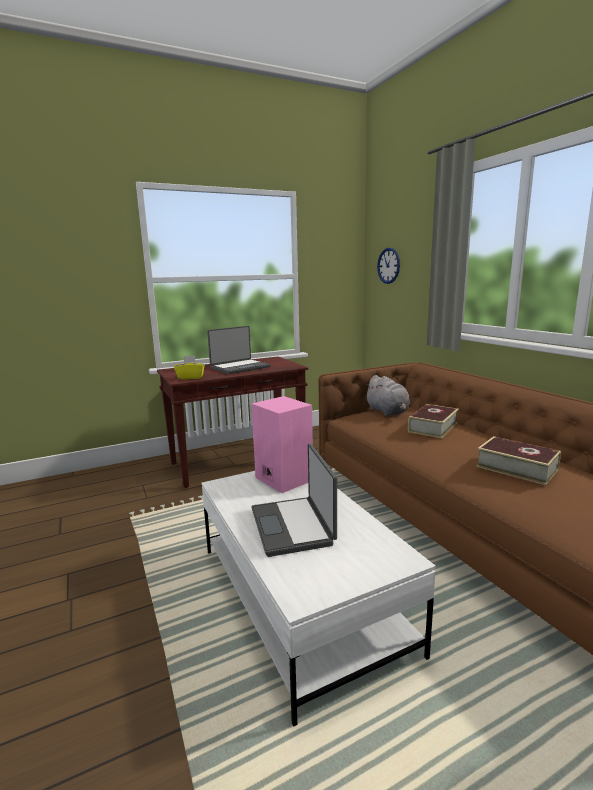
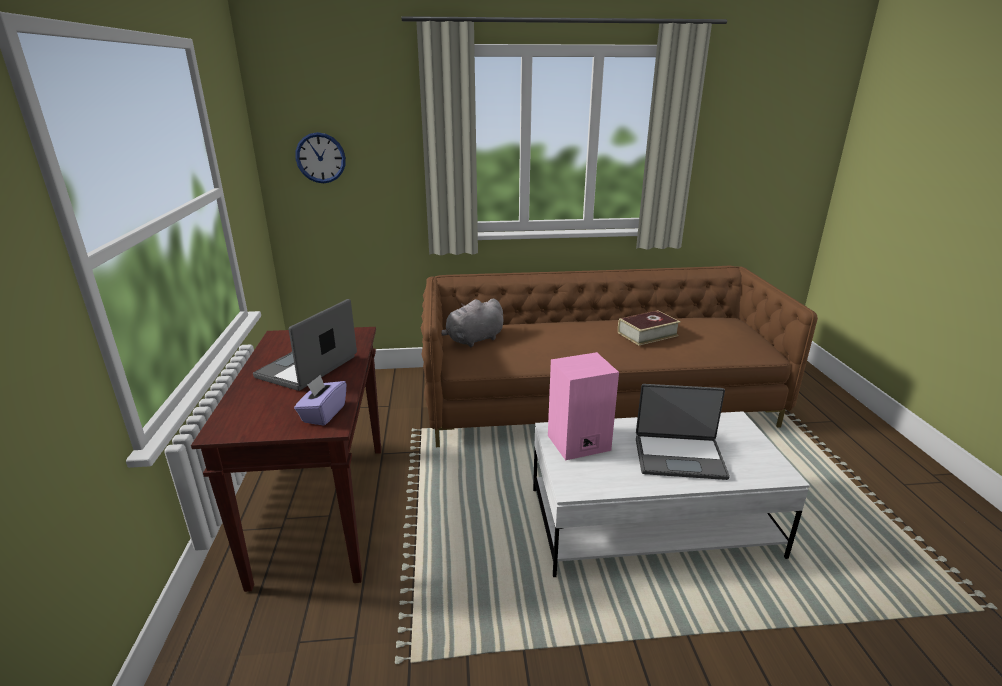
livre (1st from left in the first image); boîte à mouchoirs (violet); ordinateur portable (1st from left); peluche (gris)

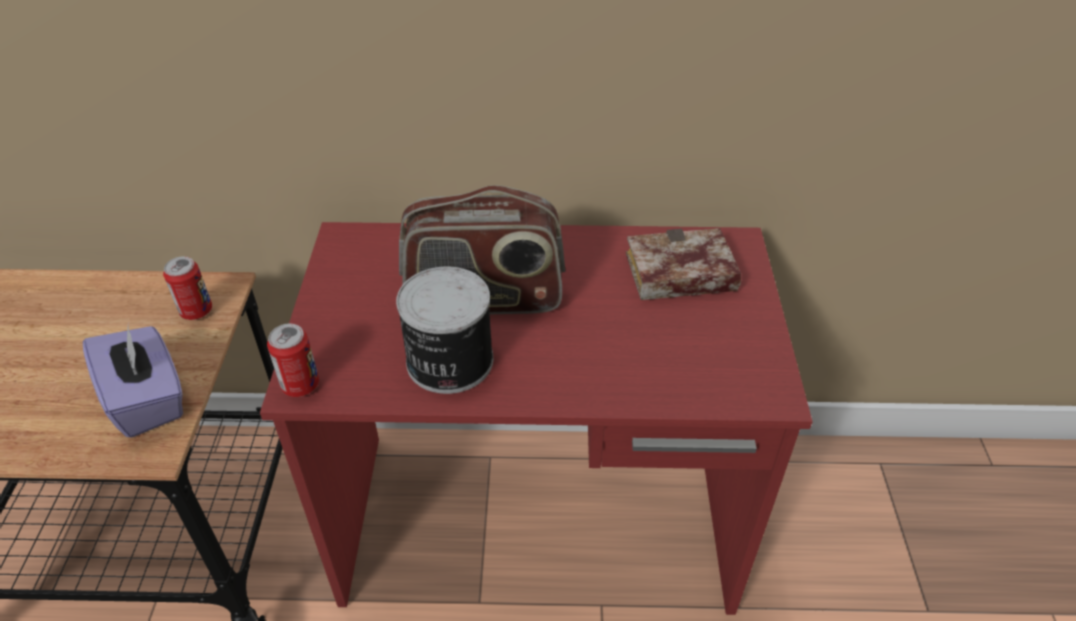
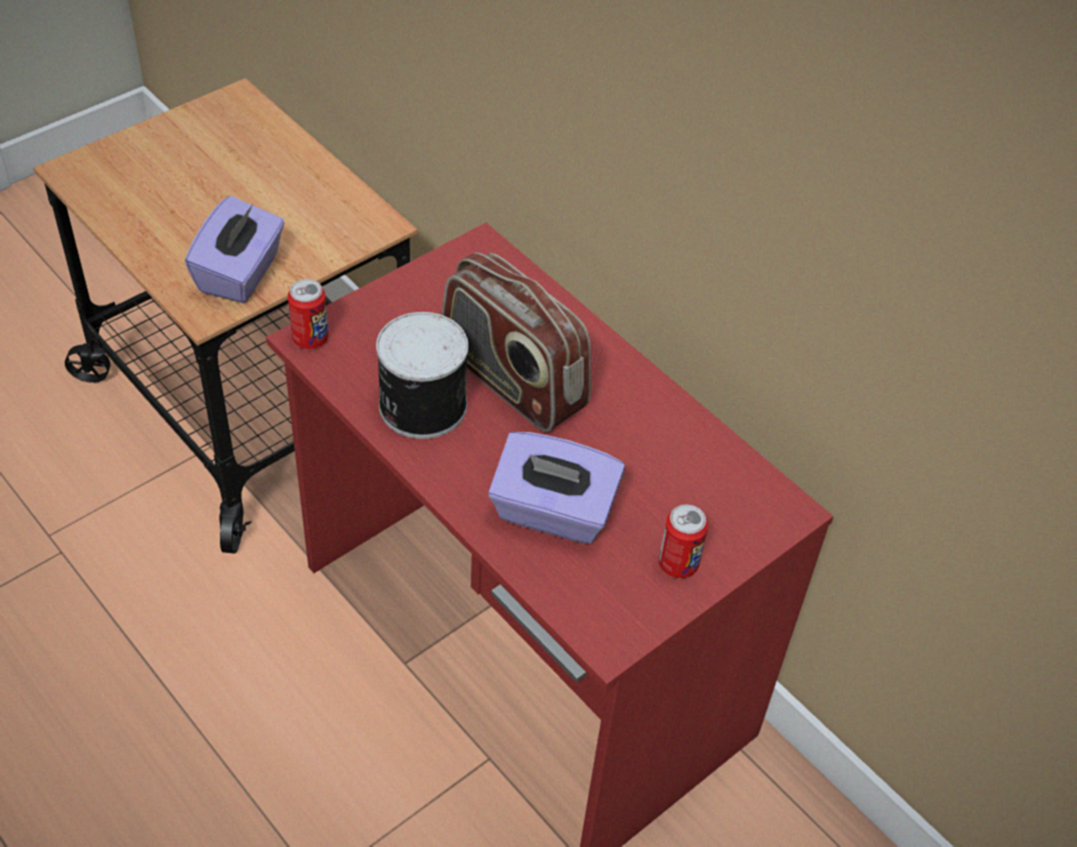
livre; boîte à mouchoirs (violet) (2nd from left); boîte métallique (3rd from left)

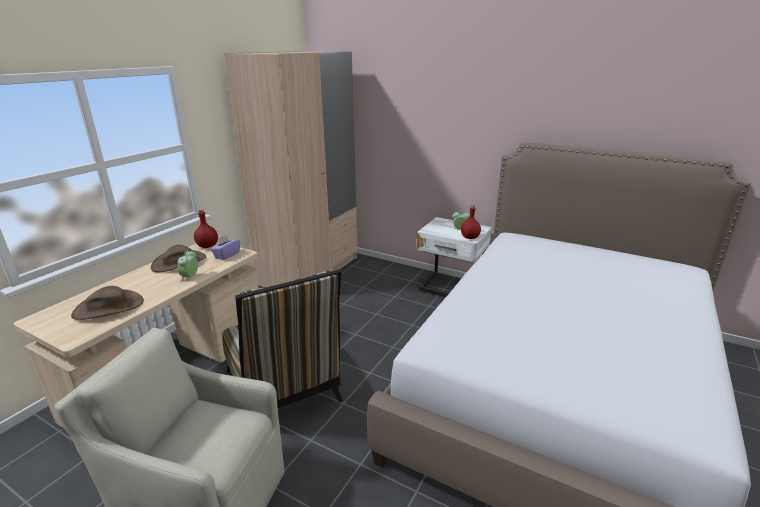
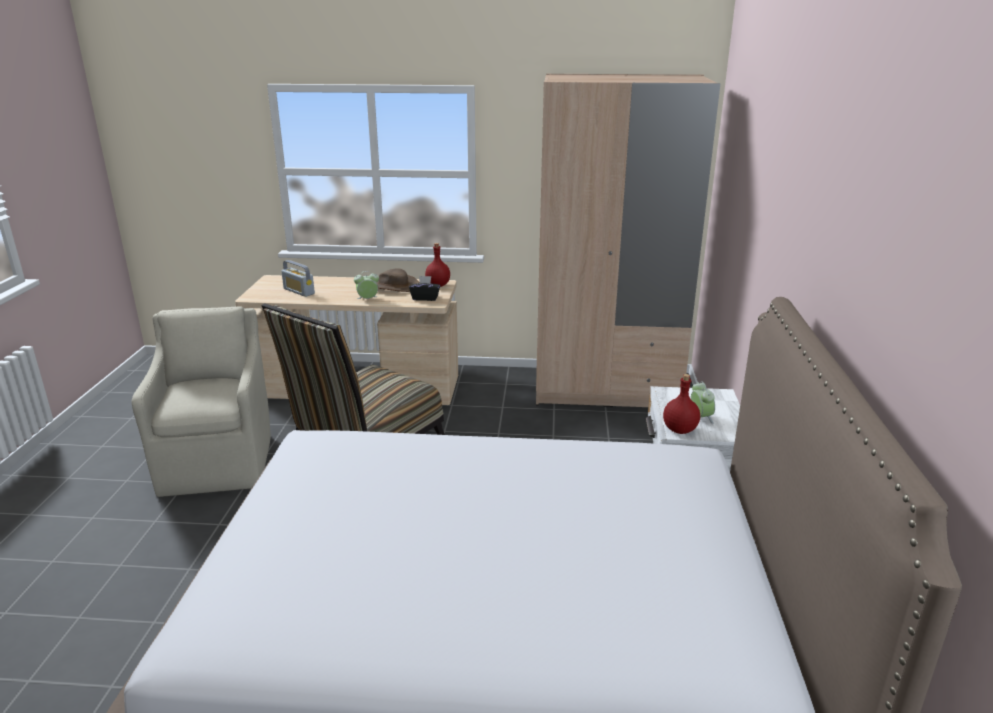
radio; boîte à mouchoirs (noir)

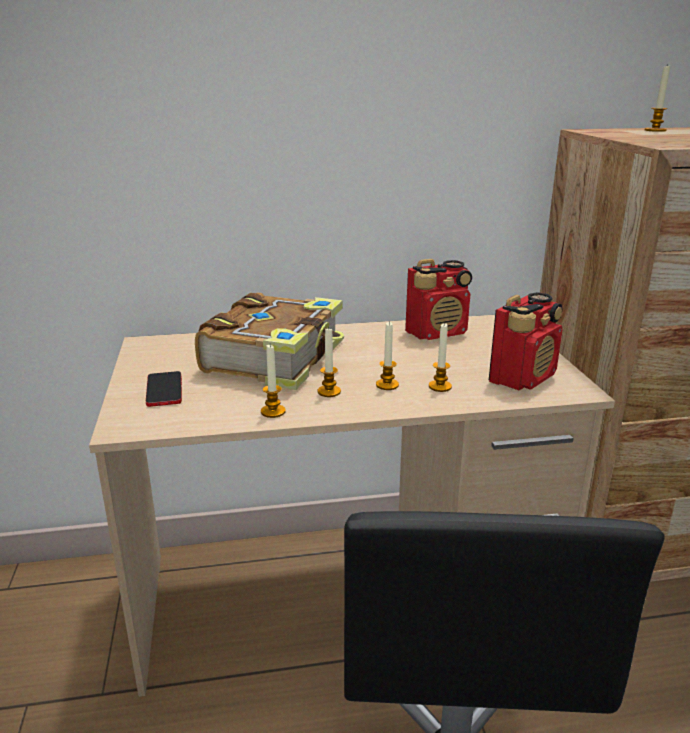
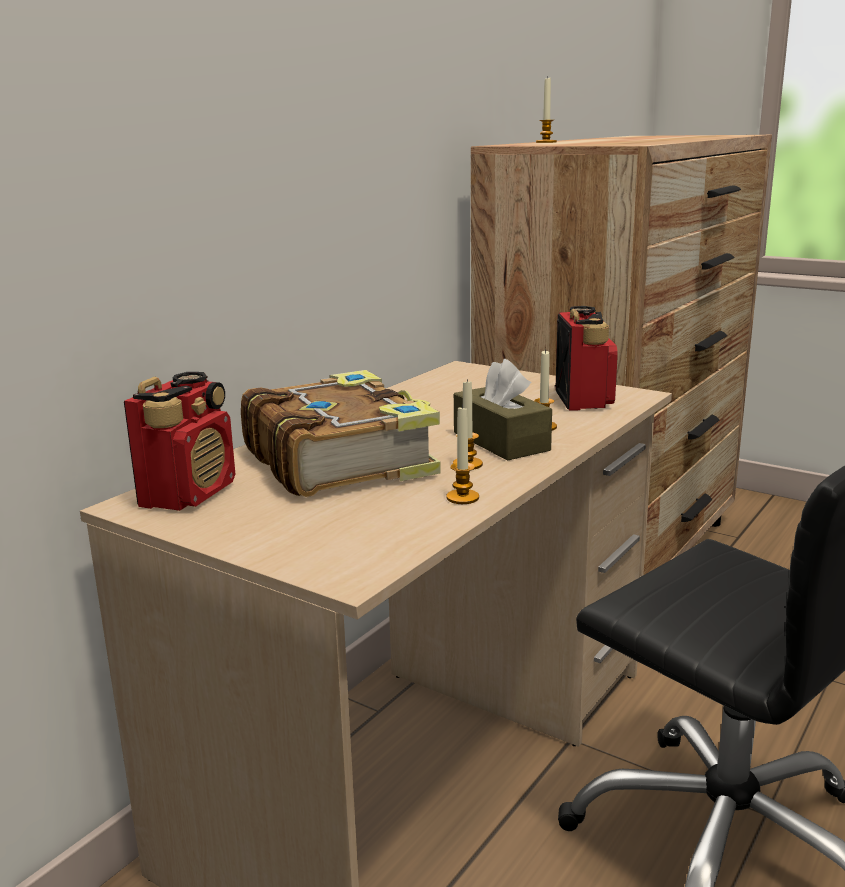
téléphone; radio (1st from left); boîte à mouchoirs (marron)

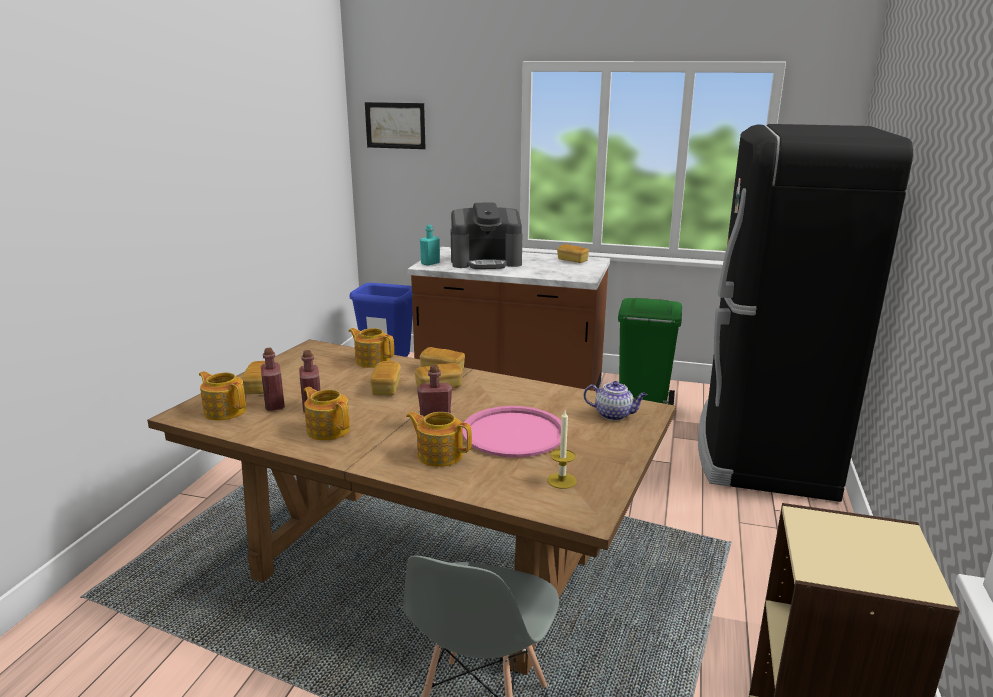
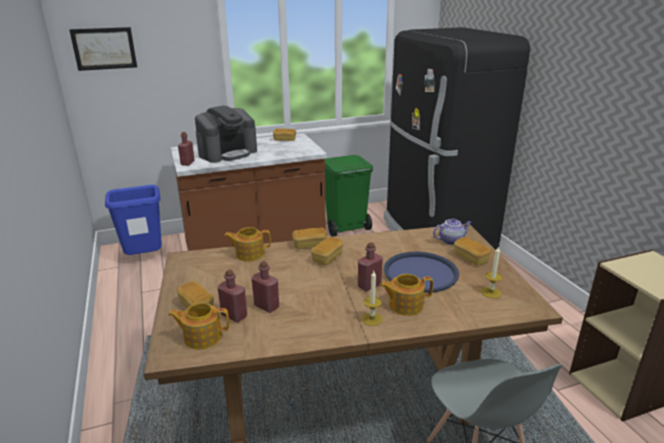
théière (2nd from left in the first image); bougie (1st from left); pain (5th from left); bouteille (rouge) (1st from left); plateau (bleu)

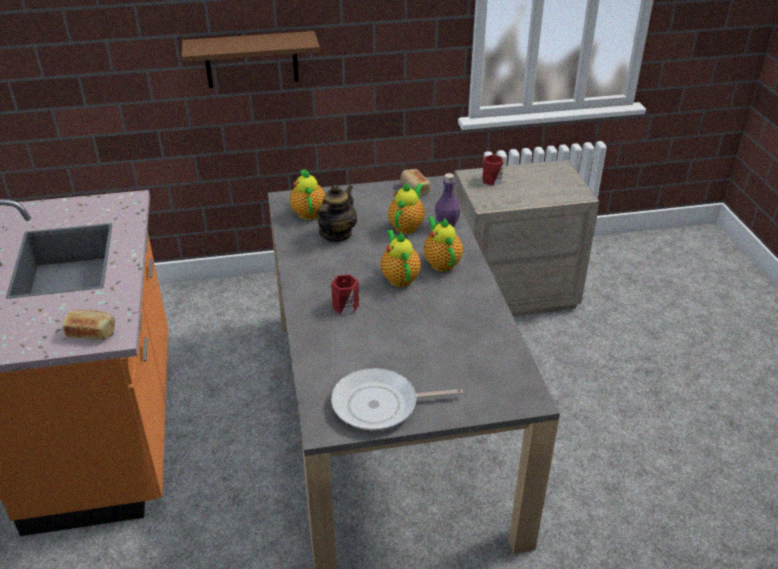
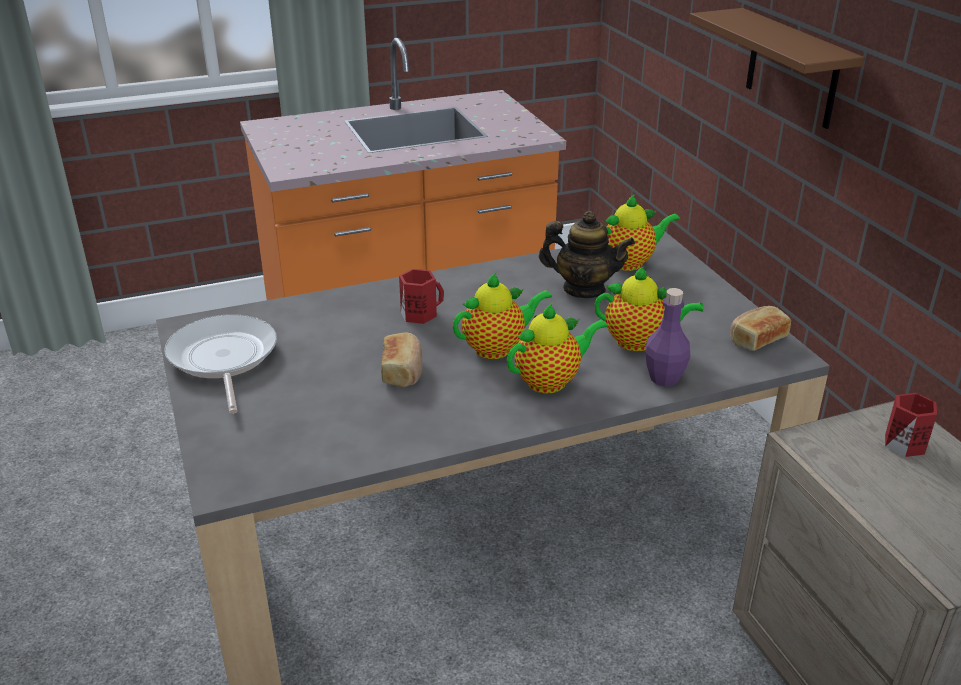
pain (1st from left)

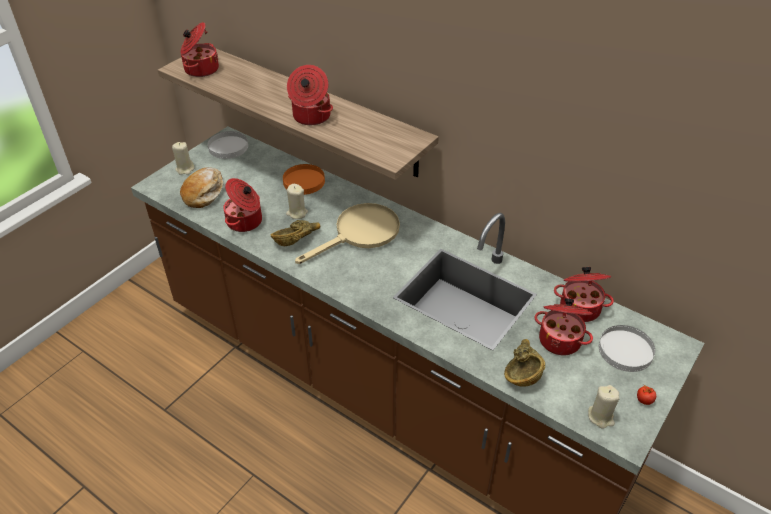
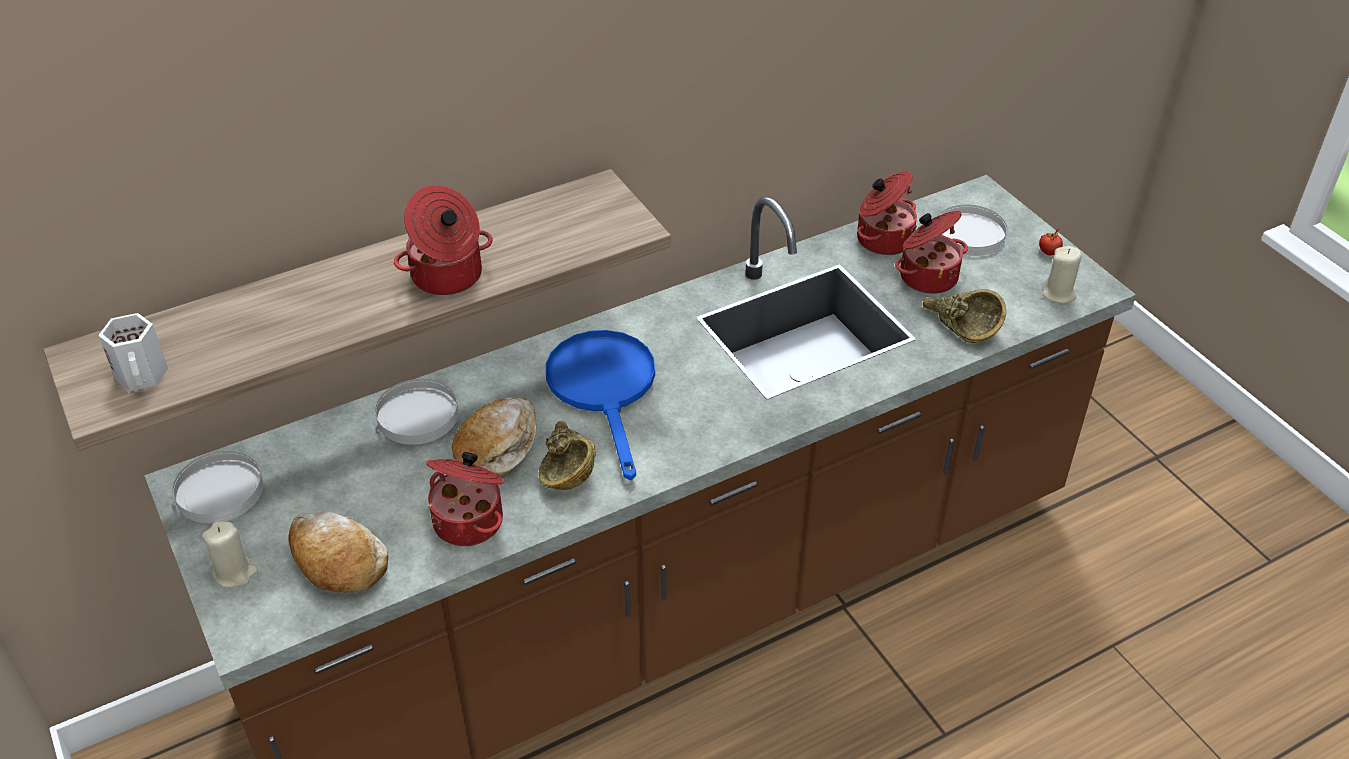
mug (blanc); pain (2nd from left); assiette (blanc) (2nd from left); poêle (bleu)

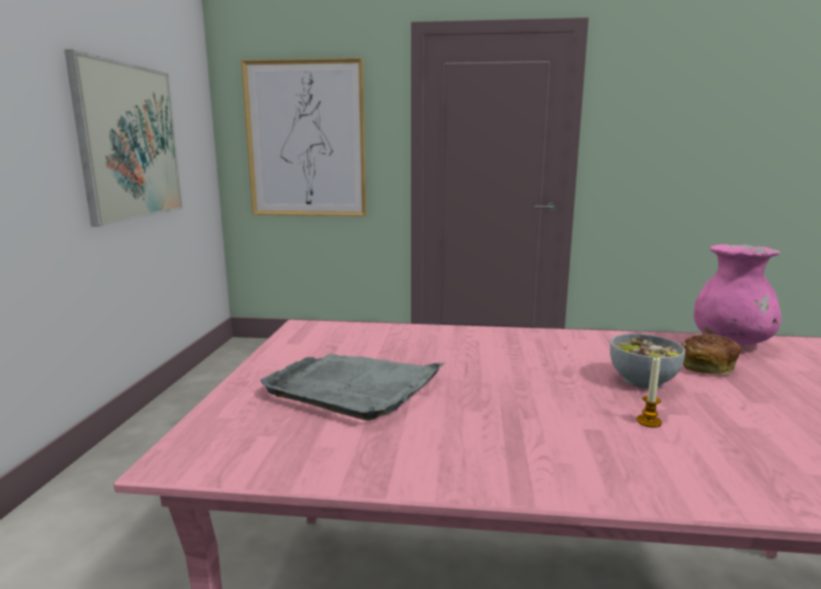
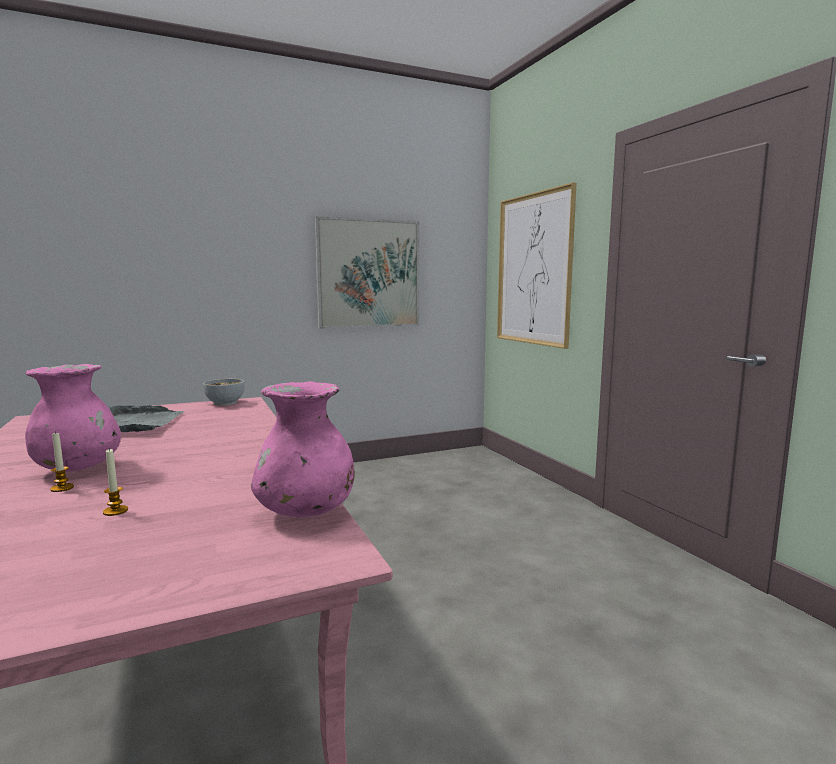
pain; vase (rose) (1st from left); bougie (2nd from left); bol

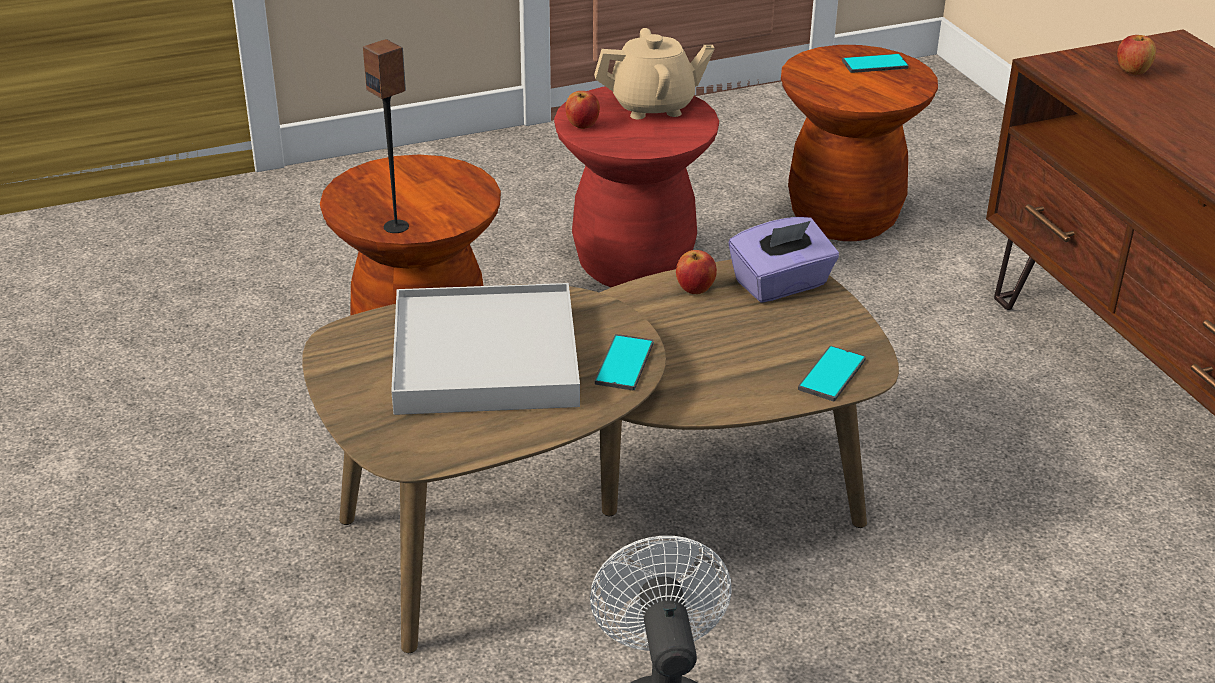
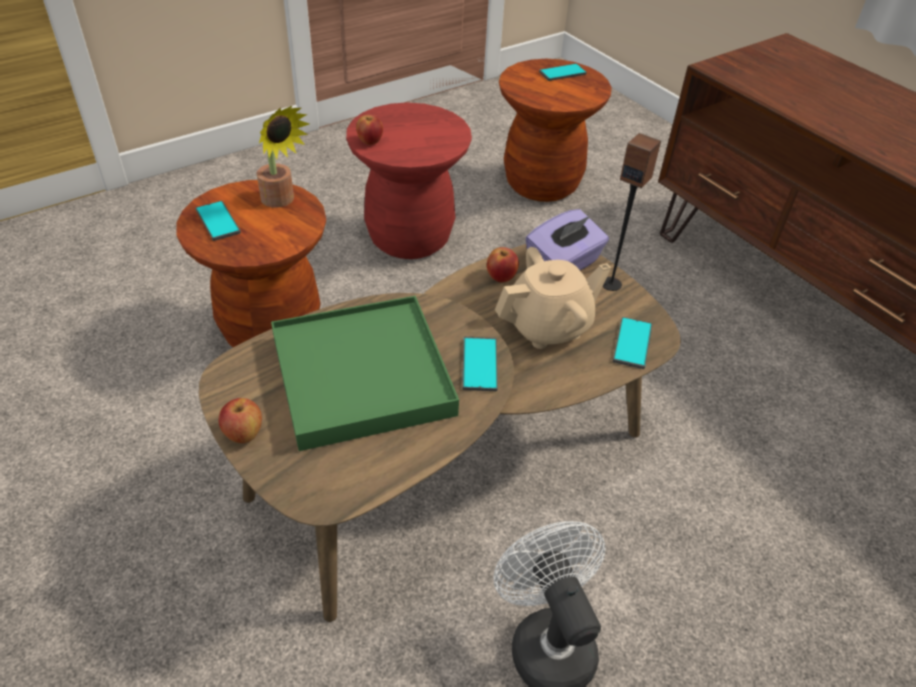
téléphone (1st from left); plante en pot; enceinte; théière (beige); pomme (1st from left); plateau (vert)

